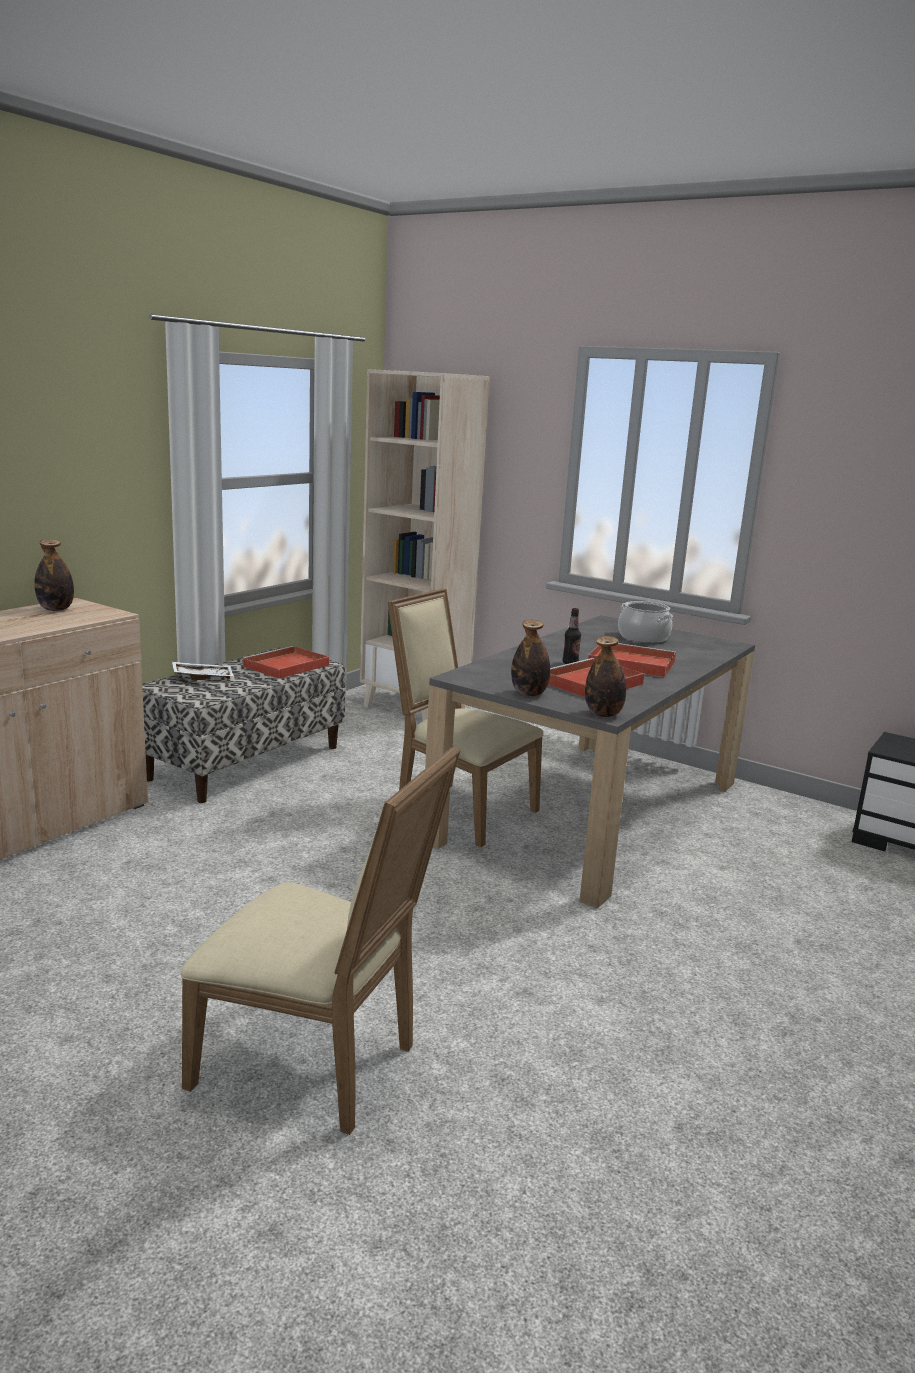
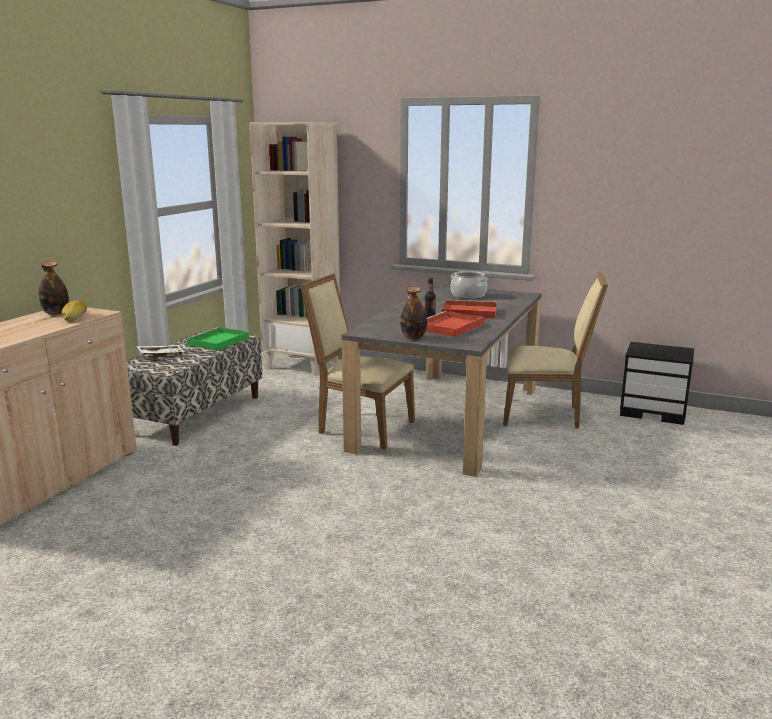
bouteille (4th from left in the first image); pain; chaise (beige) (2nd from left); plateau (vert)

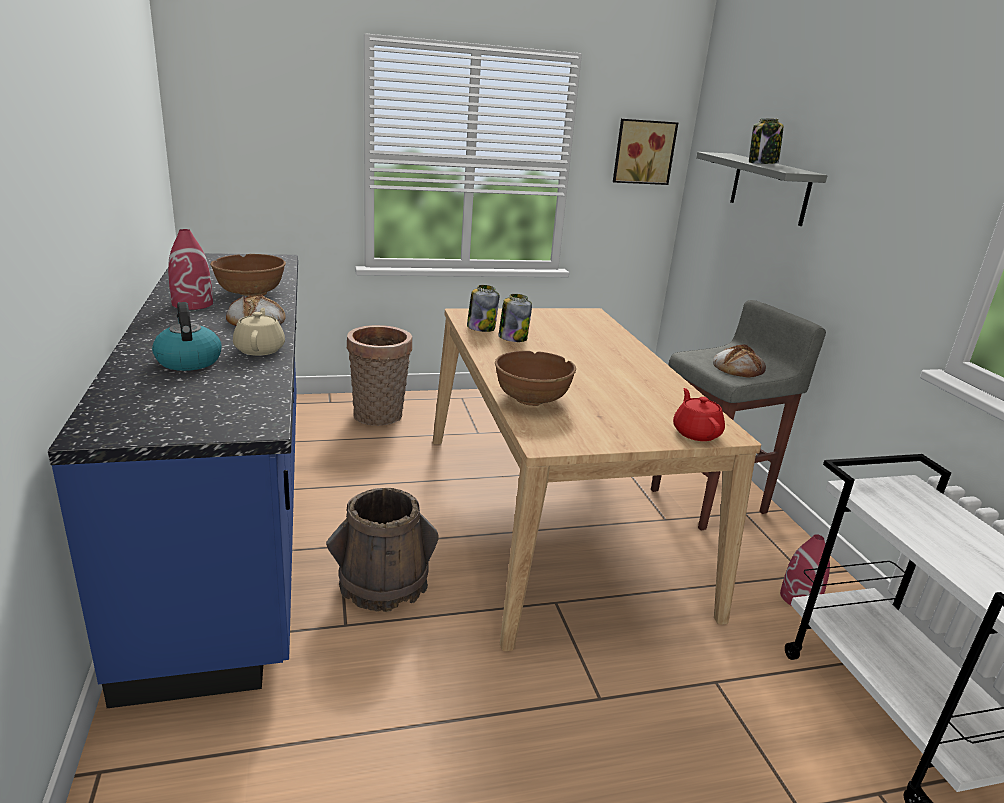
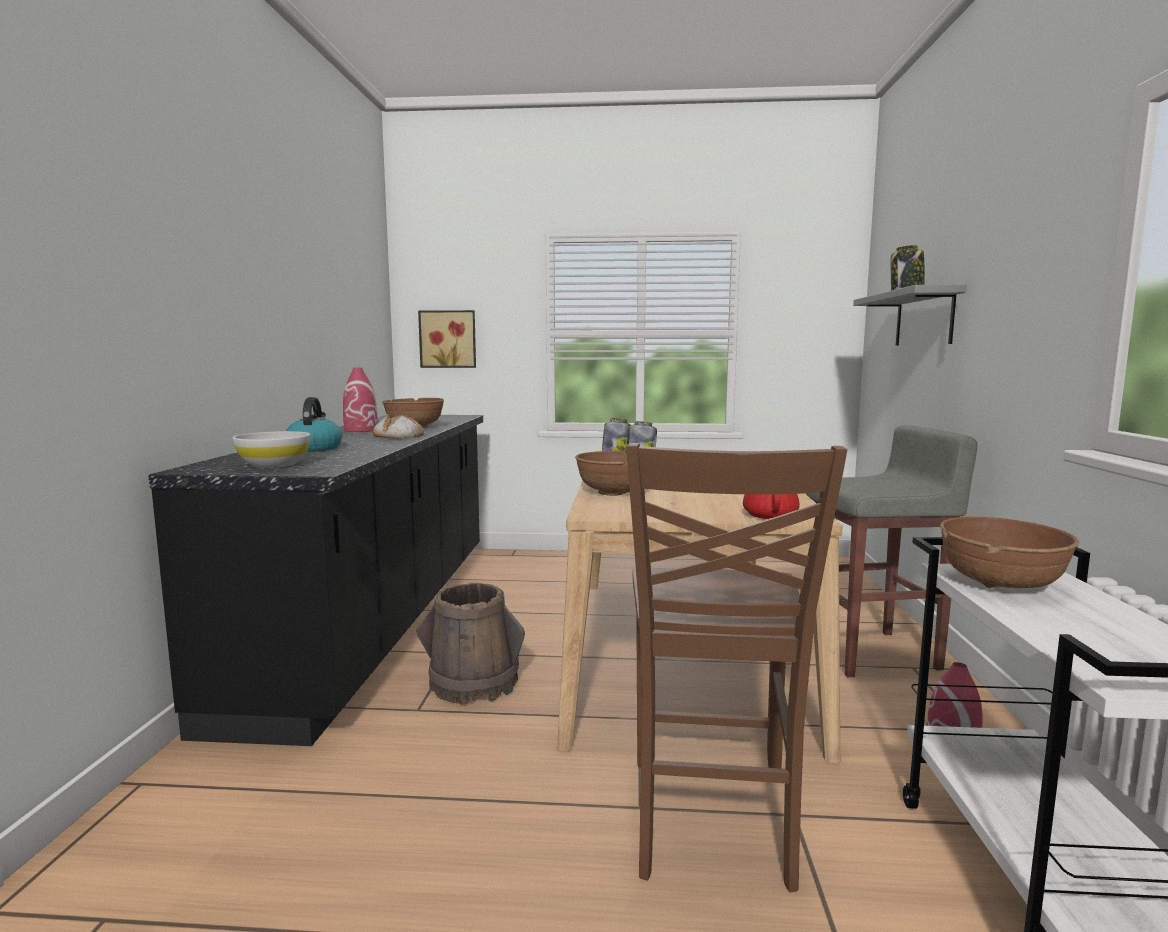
théière (beige); panier; pain (2nd from left in the first image); bol (blanc); chaise (marron); bol (marron) (3rd from left); tableau; comptoir de cuisine (noir)

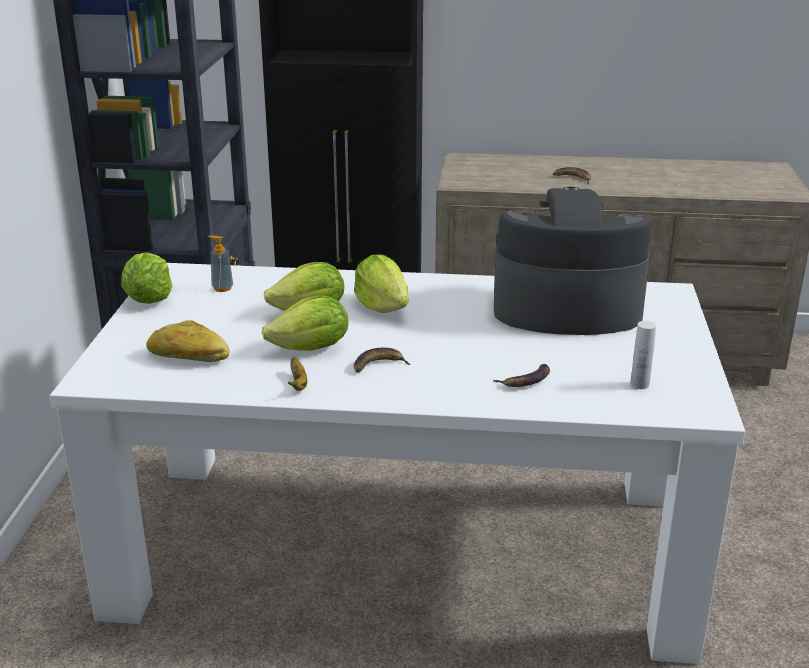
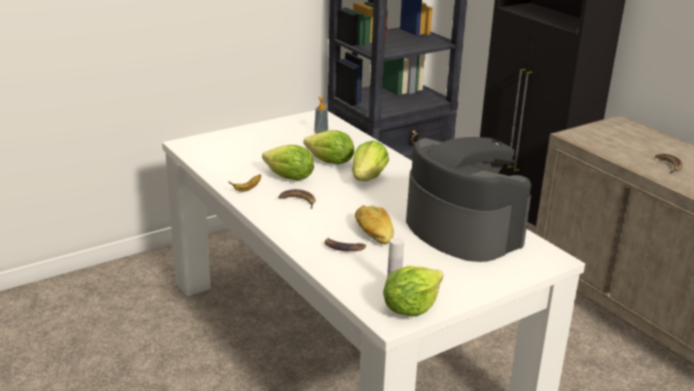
laitue (4th from left); pain

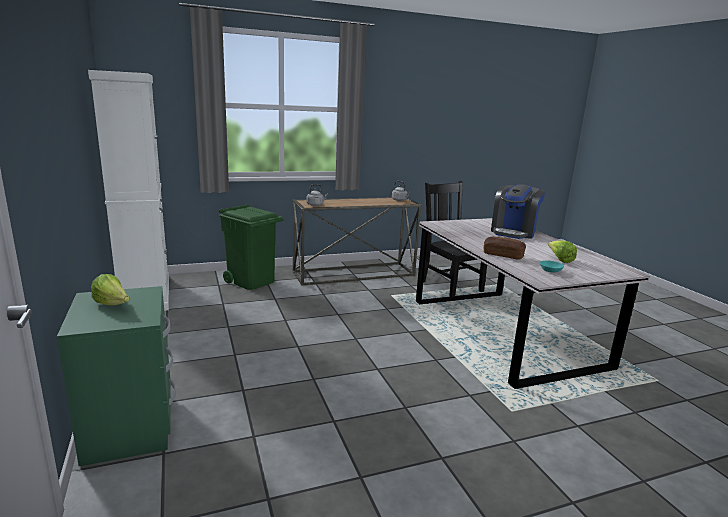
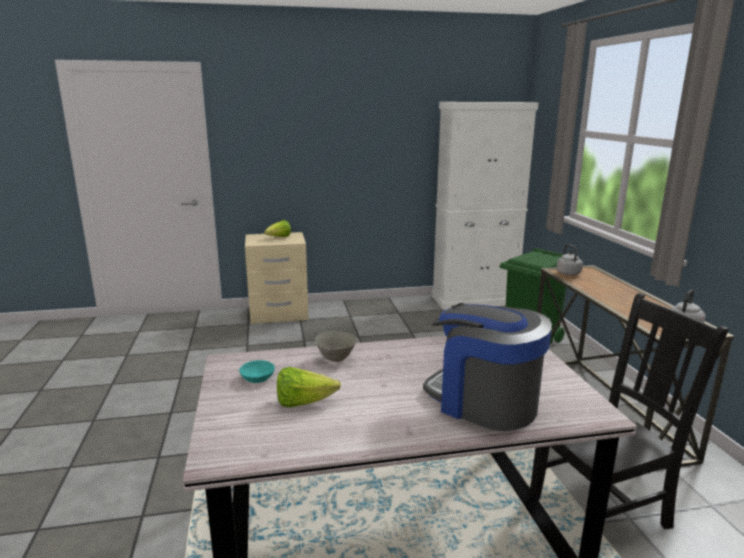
bol (gris); table de chevet (beige)

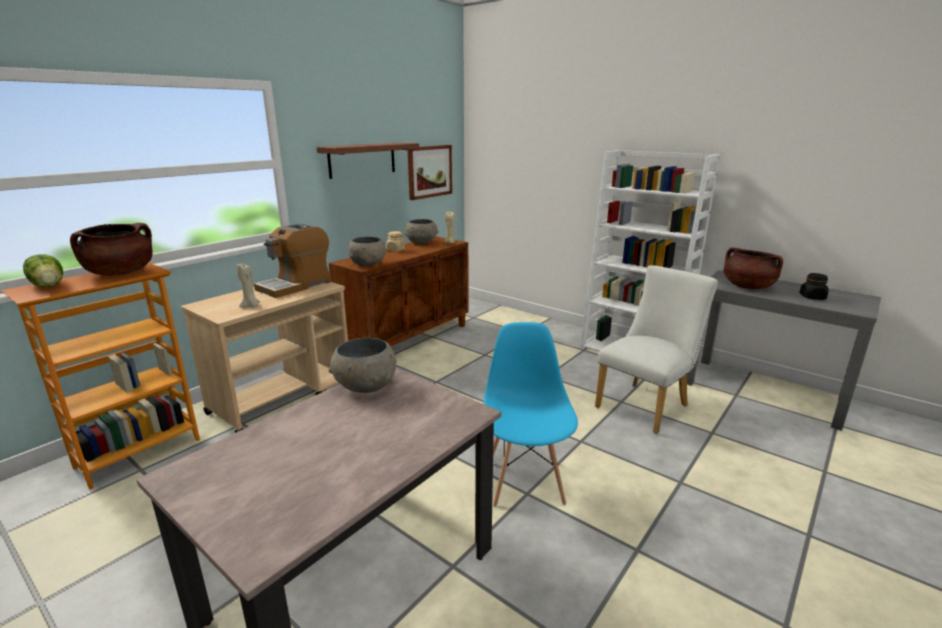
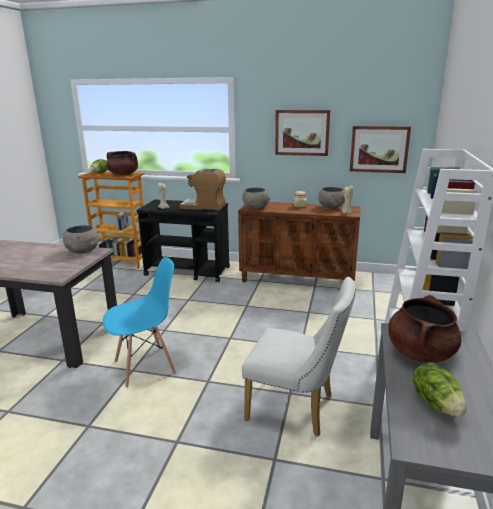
tableau (1st from left); laitue (2nd from left); chariot (noir)

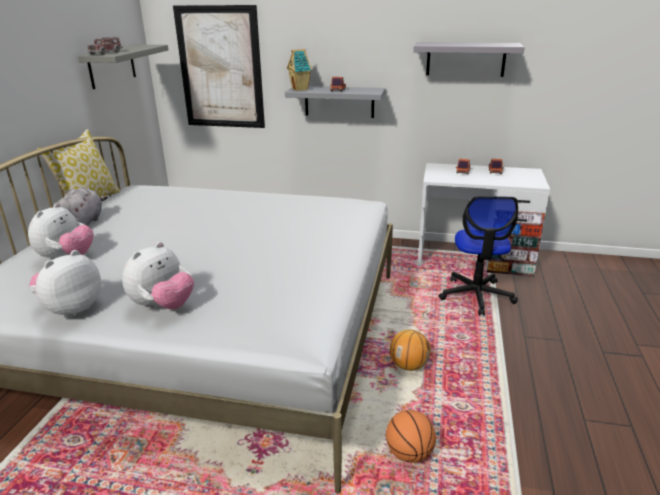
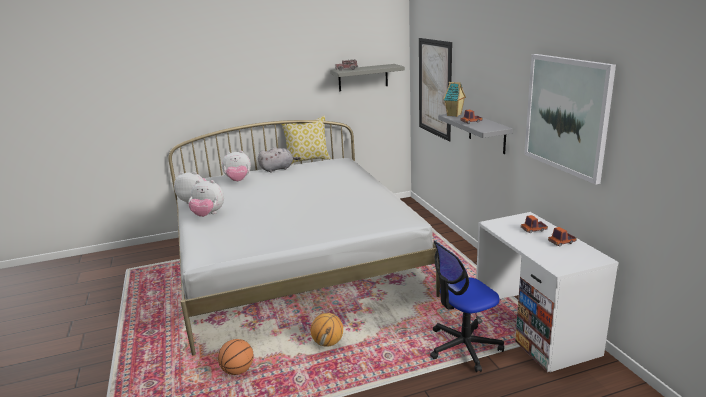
tableau (2nd from left)

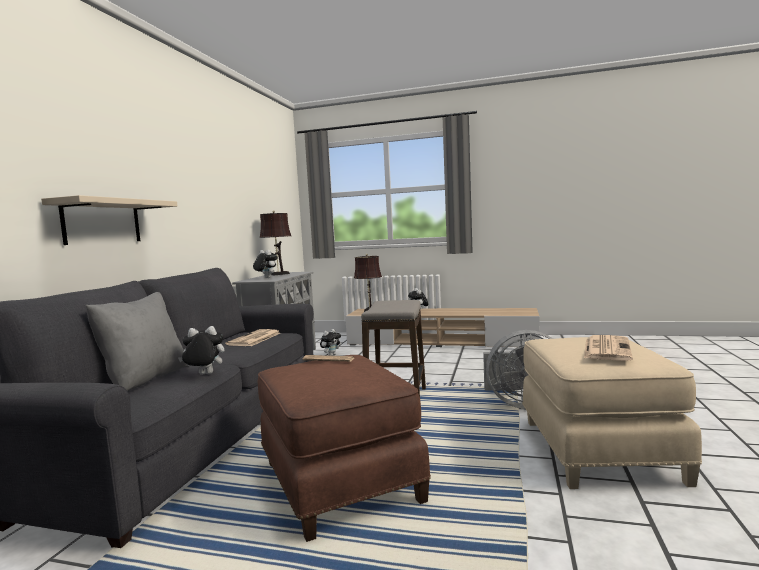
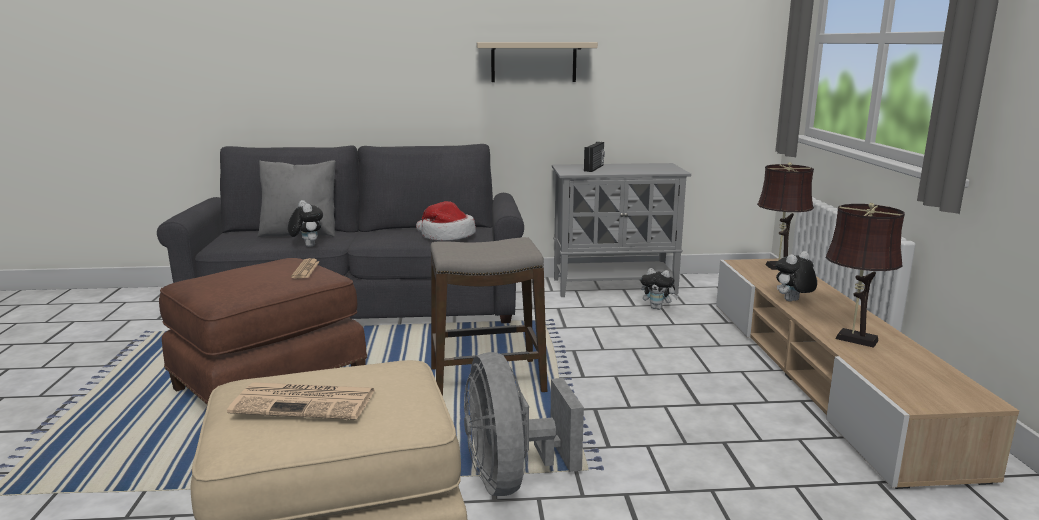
étagère (beige); lampe de table (marron) (2nd from left); chapeau; radio

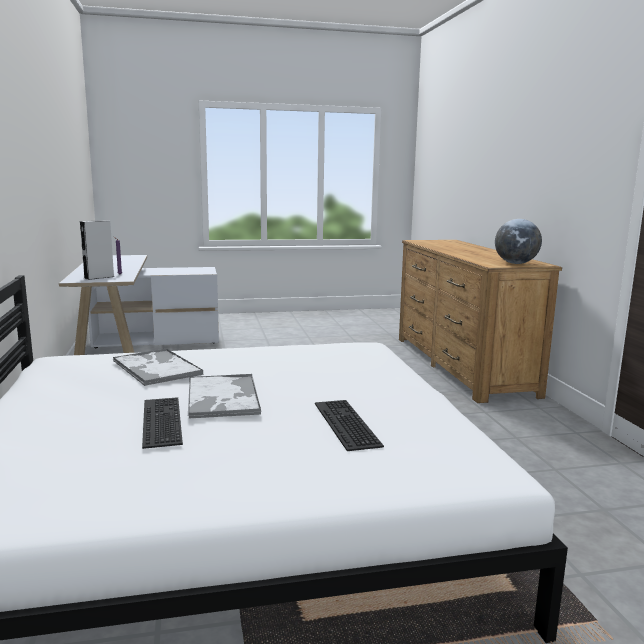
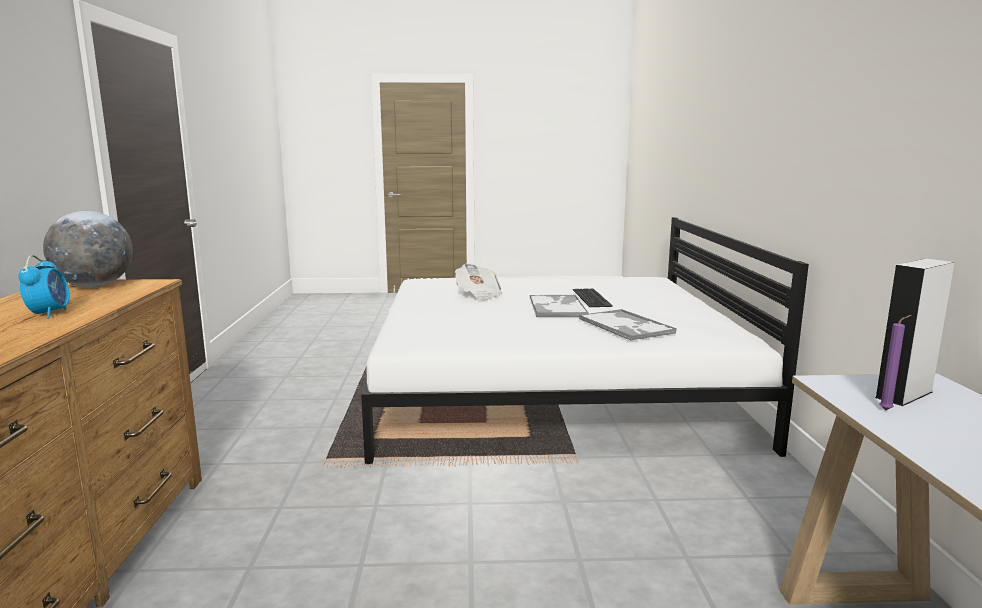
réveil; journal

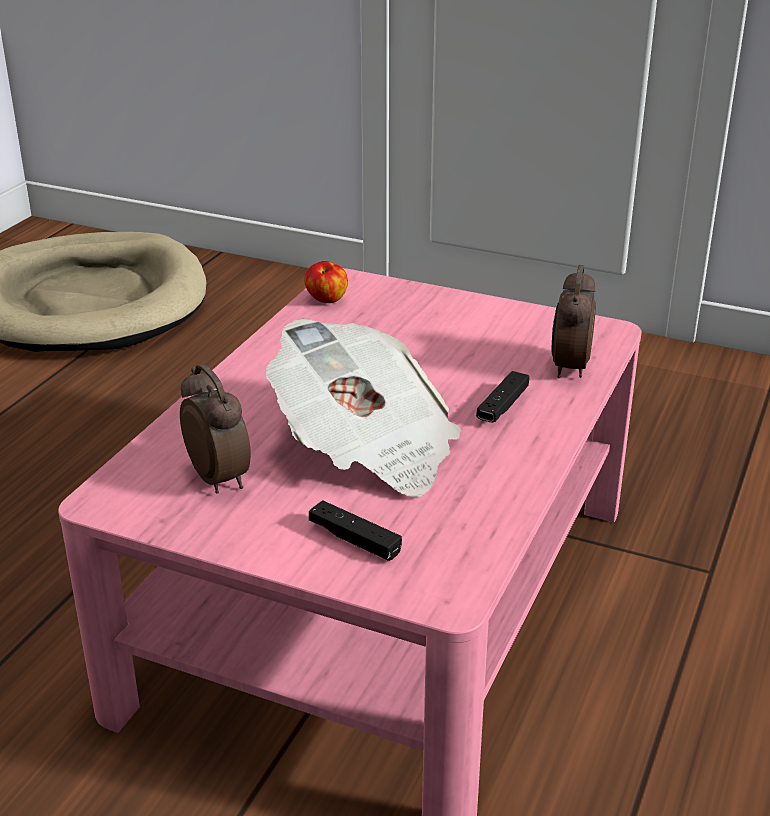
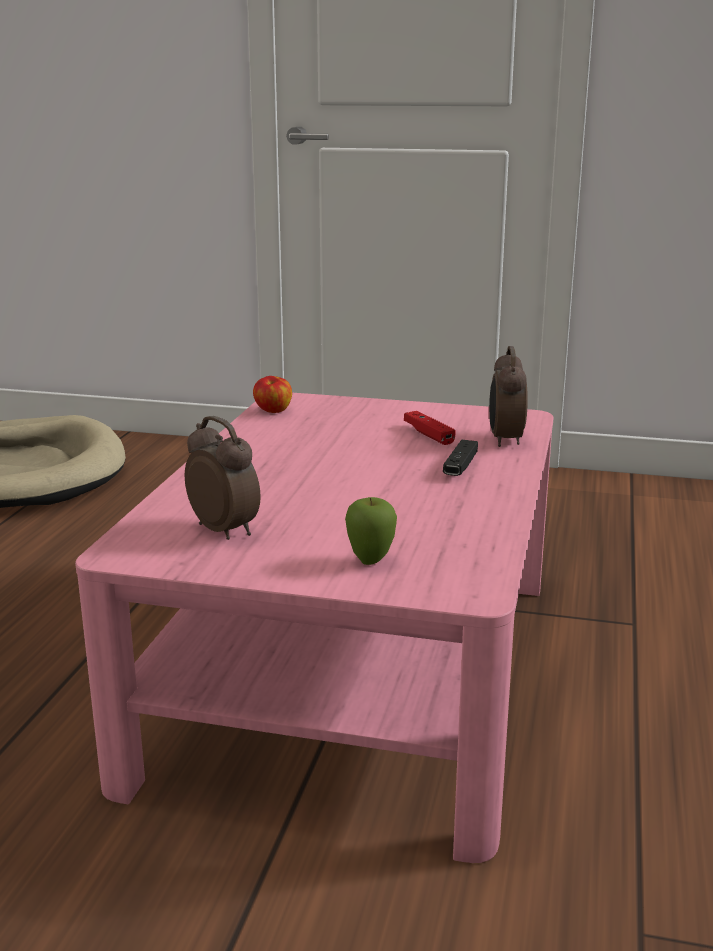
journal; manette (rouge); pomme (2nd from left)

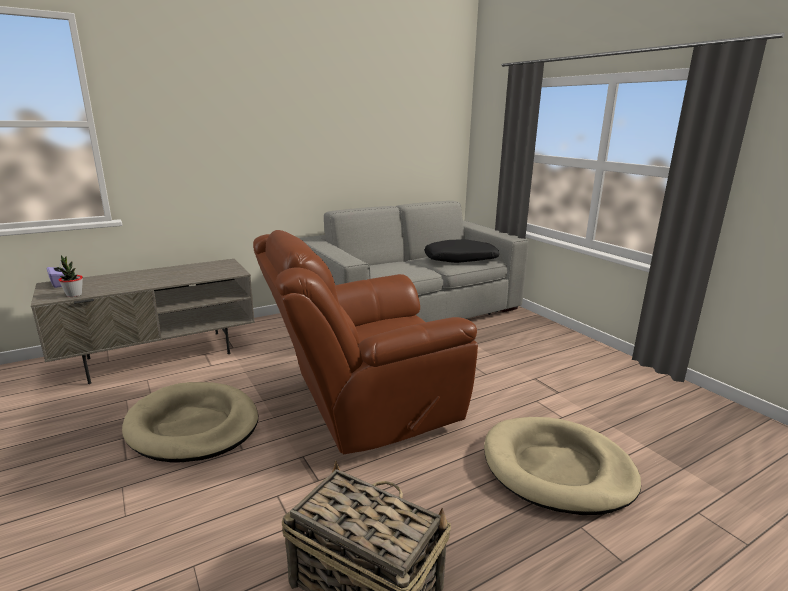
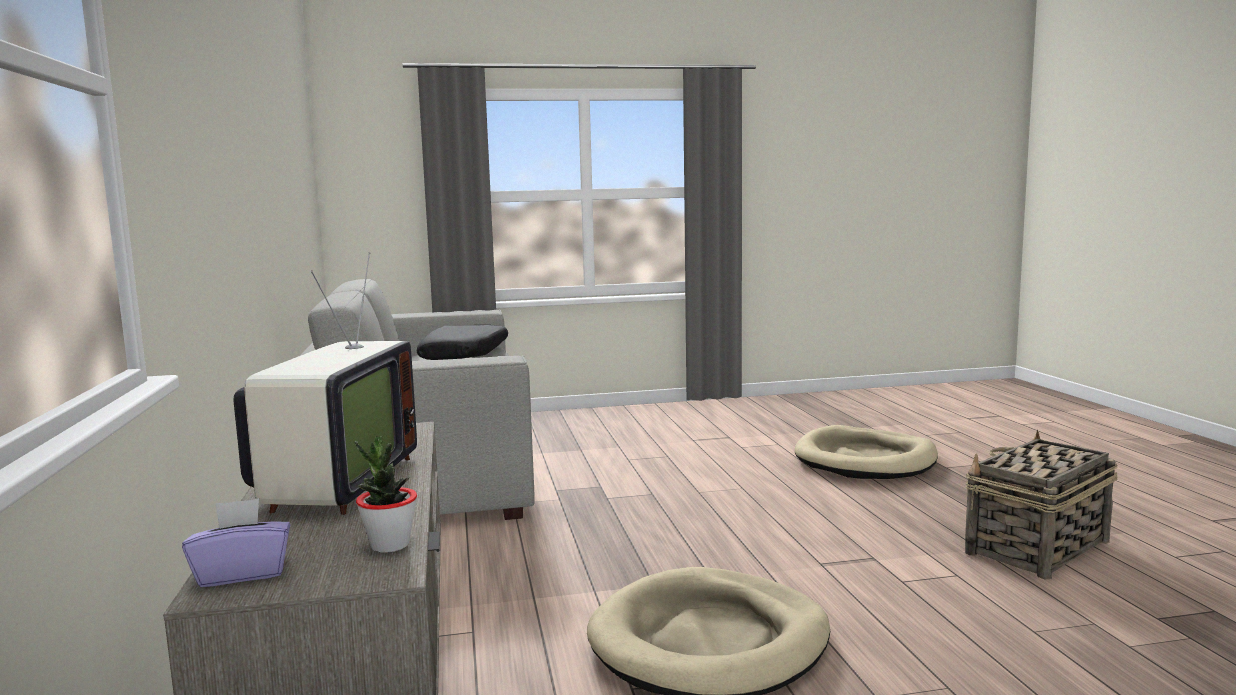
fauteuil (marron); téléviseur

